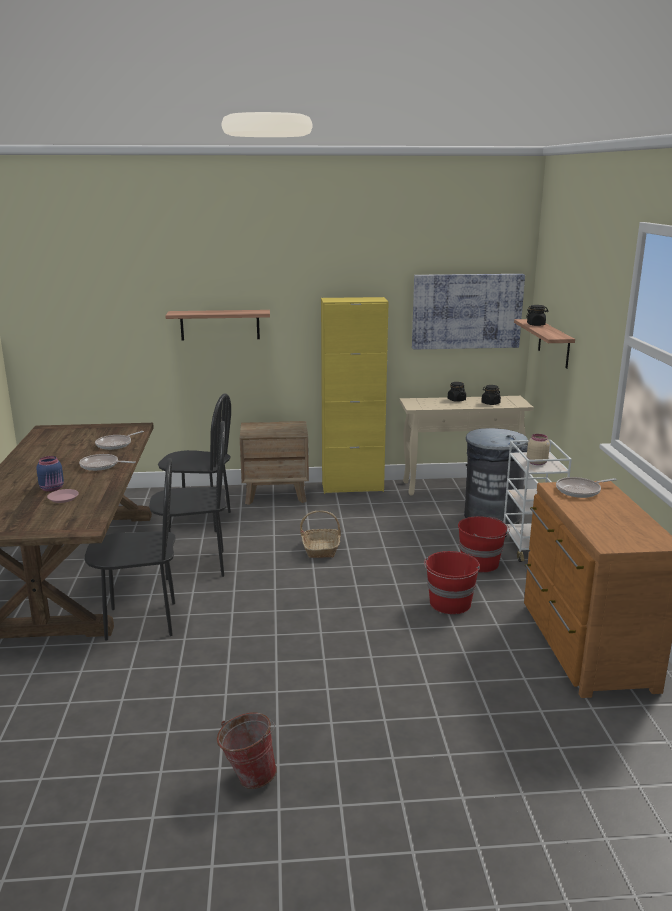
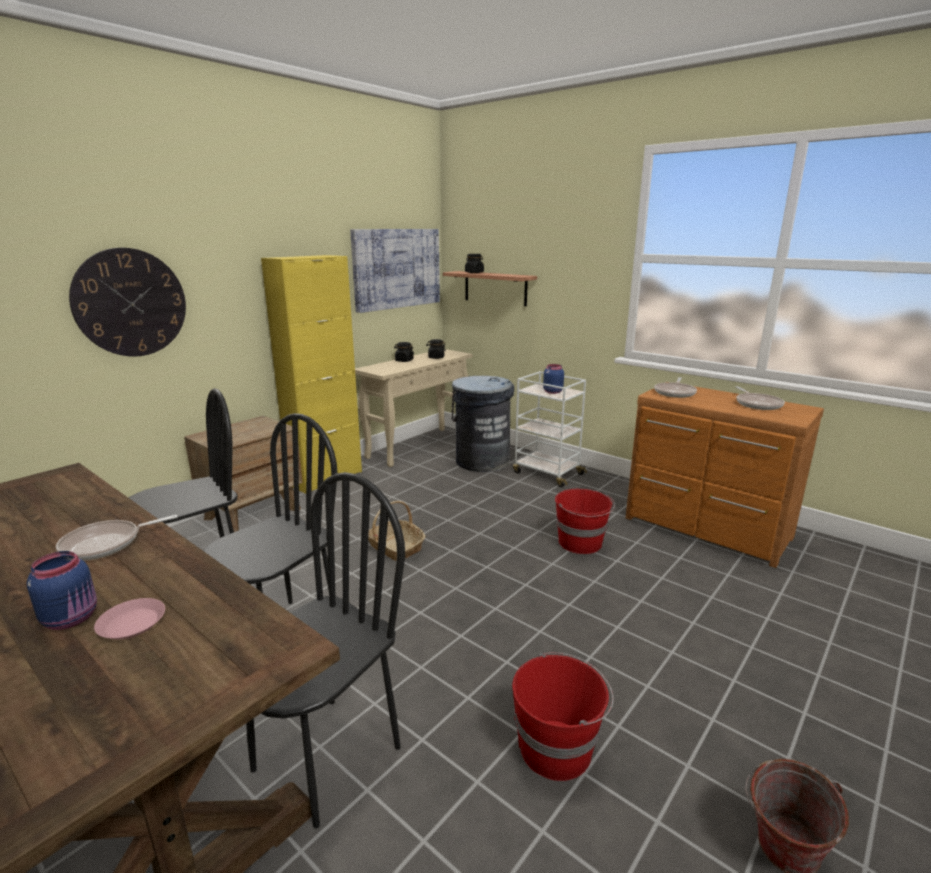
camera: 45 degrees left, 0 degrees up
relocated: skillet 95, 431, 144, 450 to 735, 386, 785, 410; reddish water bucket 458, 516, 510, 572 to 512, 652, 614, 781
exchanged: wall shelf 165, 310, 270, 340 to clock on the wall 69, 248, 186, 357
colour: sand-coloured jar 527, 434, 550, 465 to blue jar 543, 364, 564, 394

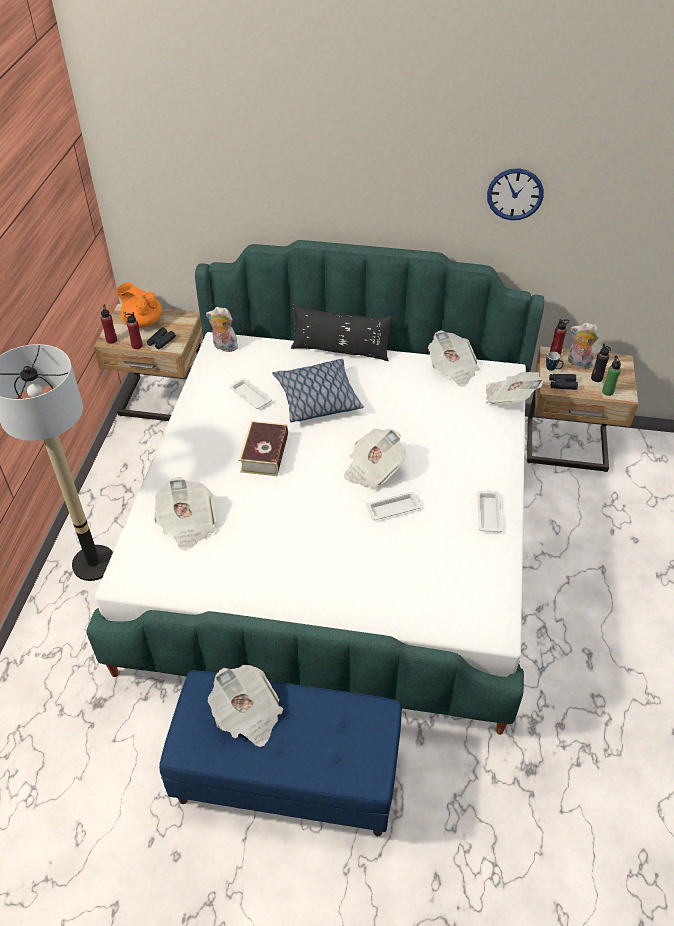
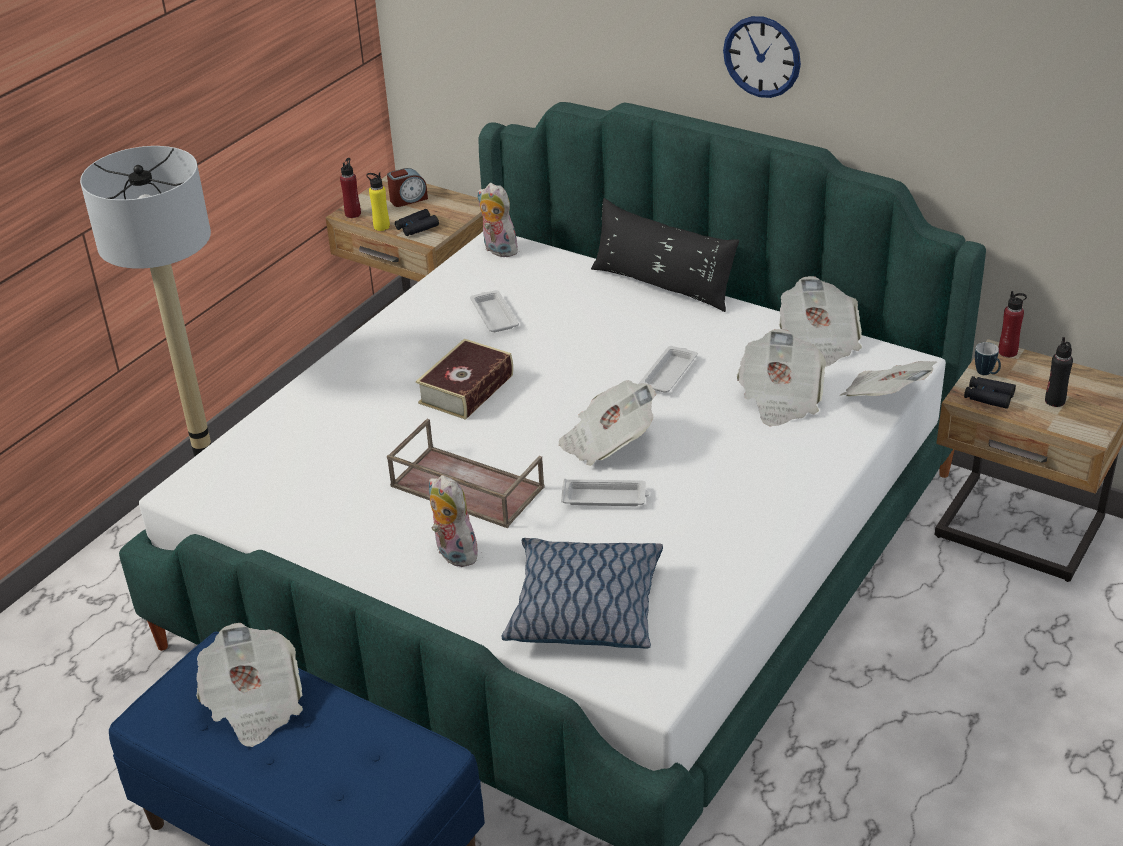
camera: 25 degrees right, 10 degrees down
missing: green-coloured bottle 602, 356, 621, 396
appeared: brown serving tray 387, 419, 545, 528
relocated: newspaper 154, 477, 216, 551 to 737, 329, 826, 426; cushion 272, 359, 364, 423 to 501, 538, 663, 648; white serving tray 477, 490, 502, 532 to 639, 346, 698, 393; clock on the wall 487, 168, 544, 220 to 723, 16, 801, 98; plush toy 568, 322, 599, 370 to 429, 475, 480, 567
exchanged: orange-coloured pot for tea 116, 282, 162, 328 to bedside clock 387, 168, 428, 207
colour: reddish bottle 125, 312, 143, 349 to yellowish bottle 366, 172, 390, 231

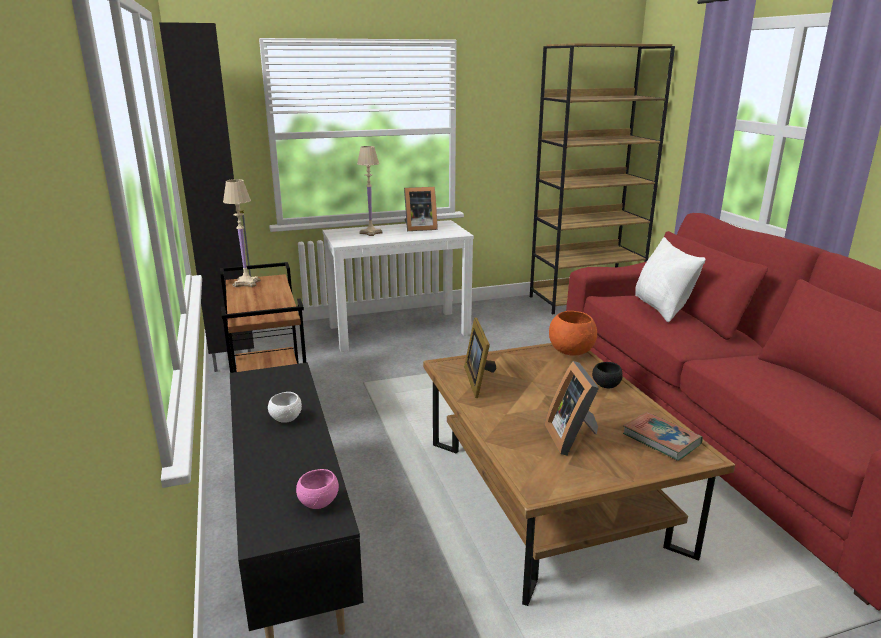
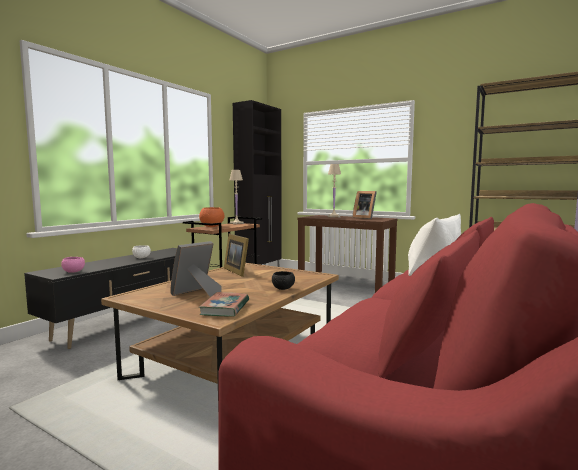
camera: 50 degrees right, 15 degrees down
relocated: orange-coloured bowl 549, 311, 597, 356 to 199, 207, 224, 227
colour: white narrow table 322, 220, 474, 352 to brown narrow table 298, 215, 398, 293
spun: picture frame 464, 318, 497, 398 = 224, 234, 249, 277 75 degrees counterclockwise

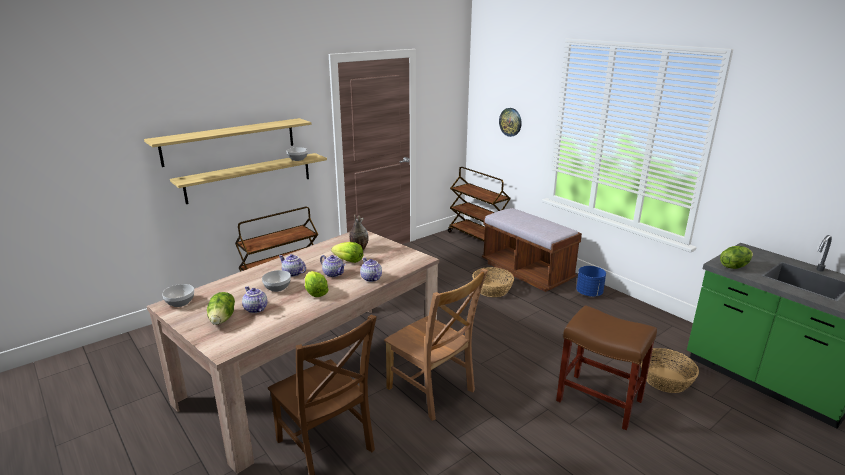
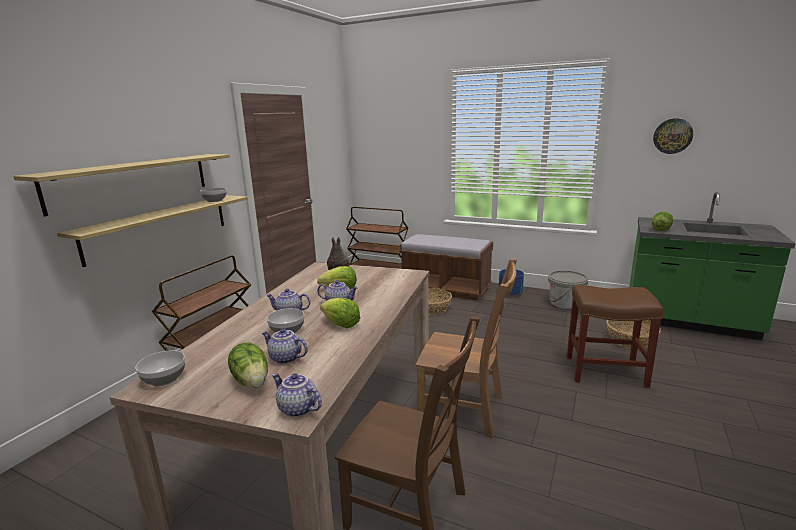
camera: 25 degrees left, 5 degrees down
appeared: greyish water bucket 548, 270, 588, 309
relocated: pot for tea 360, 258, 382, 282 to 272, 373, 322, 417; clock on the wall 499, 108, 521, 137 to 653, 118, 693, 154

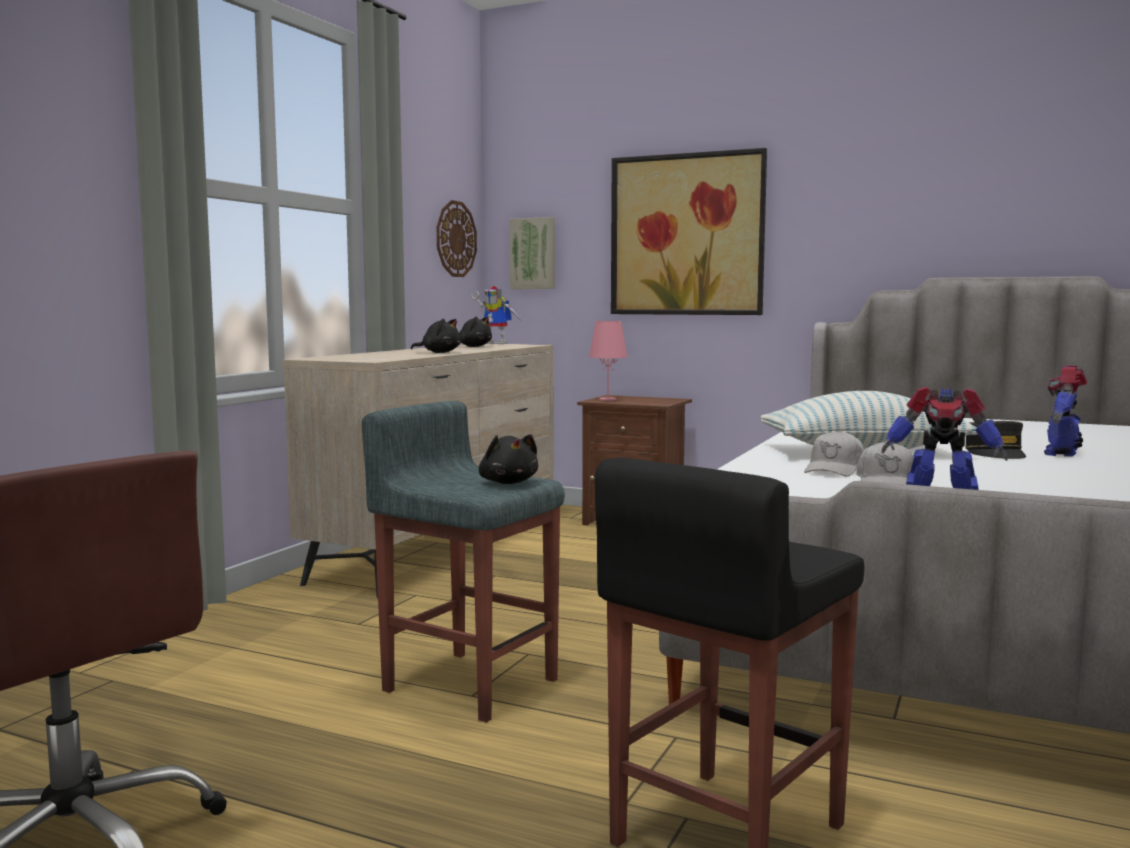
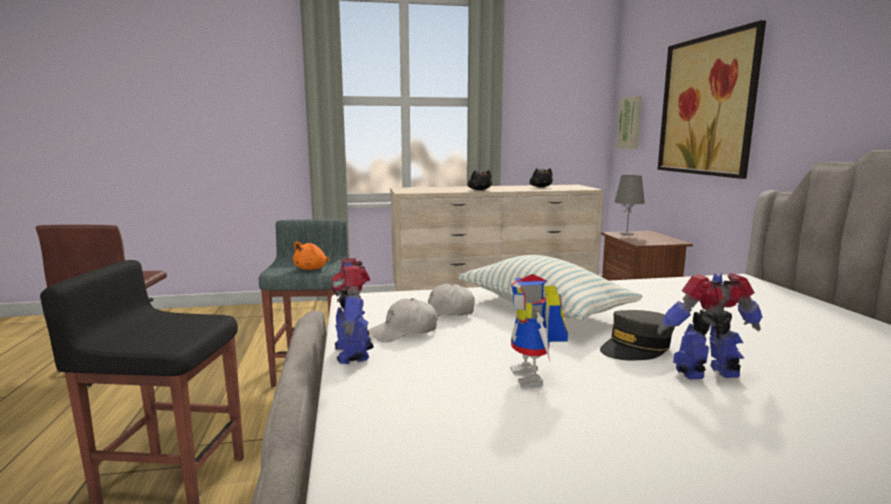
camera: 55 degrees right, 5 degrees up
missing: clock on the wall 437, 200, 477, 277
relocated: toy robot 471, 286, 521, 344 to 510, 274, 568, 388
colour: blackish plush toy 479, 434, 538, 484 to orange-coloured plush toy 293, 241, 330, 270; pink lamp for a table 589, 321, 628, 401 to greyish lamp for a table 614, 175, 645, 235

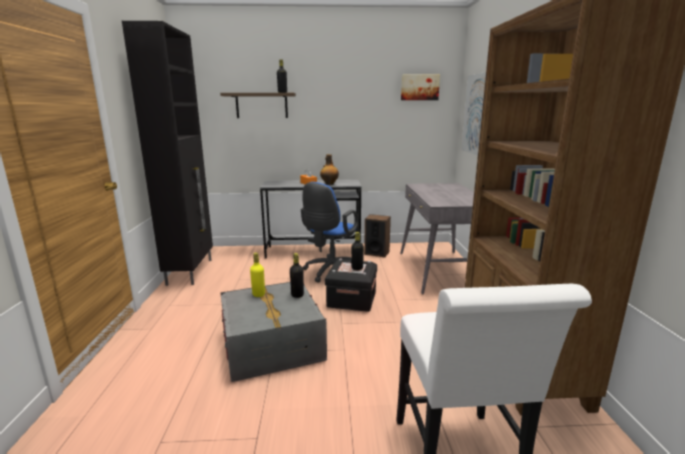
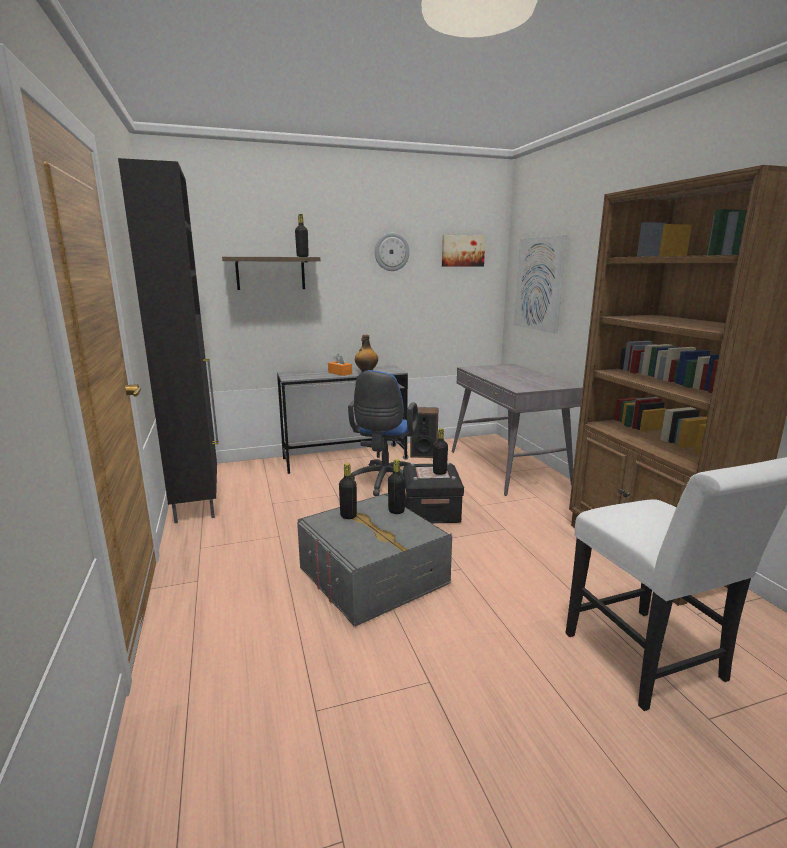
camera: 15 degrees left, 0 degrees up
appeared: clock on the wall 375, 233, 410, 271
colour: yellowish bottle 250, 252, 265, 297 to blackish bottle 339, 463, 357, 519

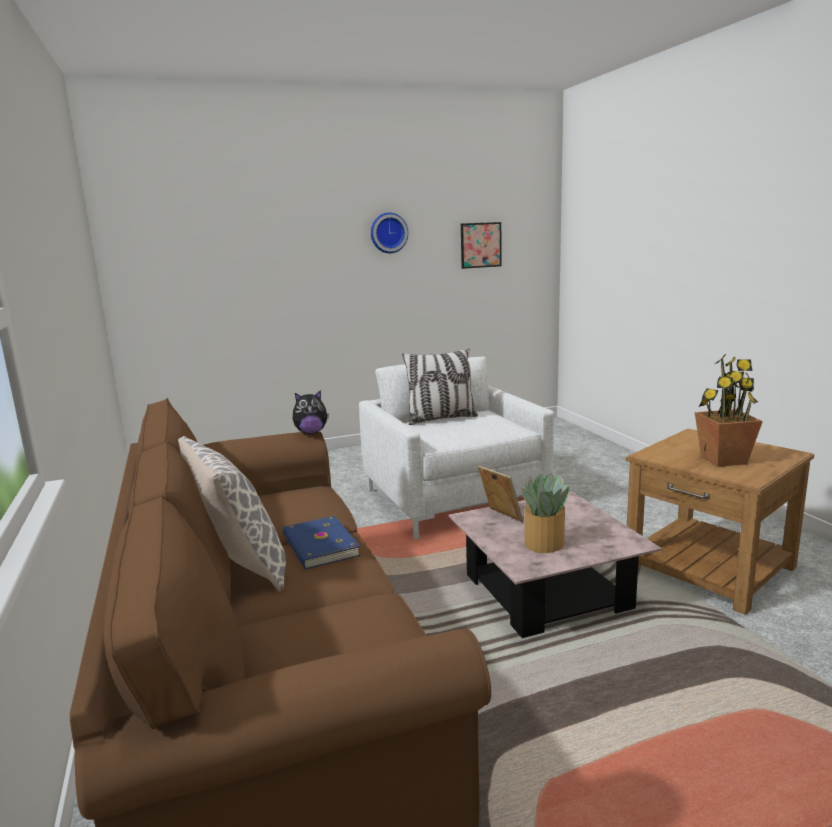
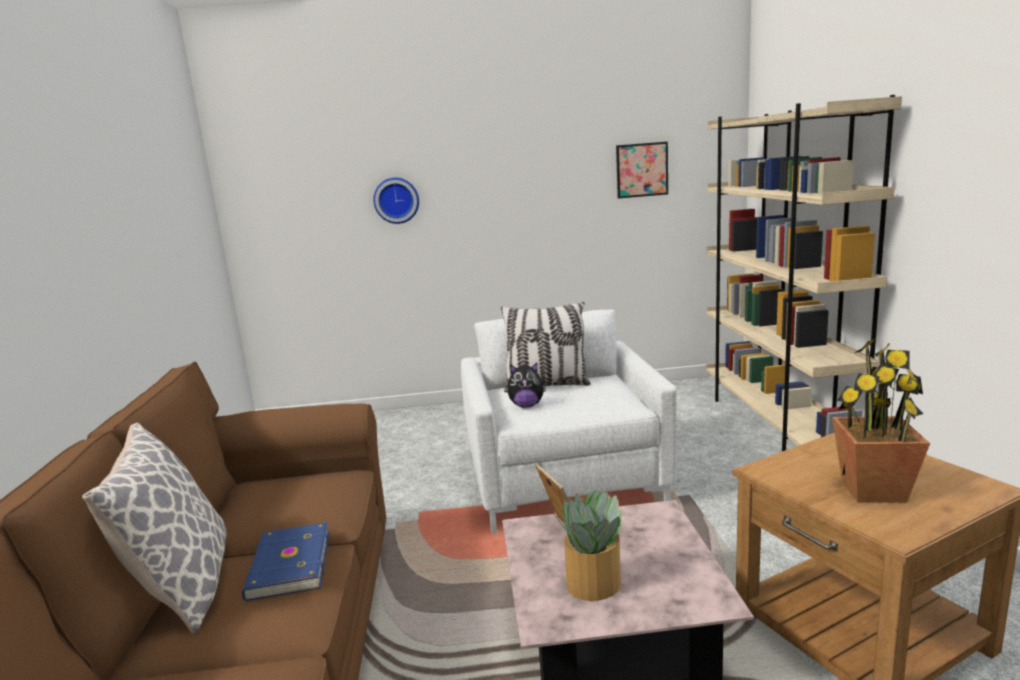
camera: 15 degrees right, 0 degrees up
appeared: sand-coloured bookcase 706, 95, 902, 451
relocated: plush toy 293, 390, 329, 434 to 507, 363, 546, 408; clock on the wall 371, 213, 408, 253 to 373, 178, 419, 224

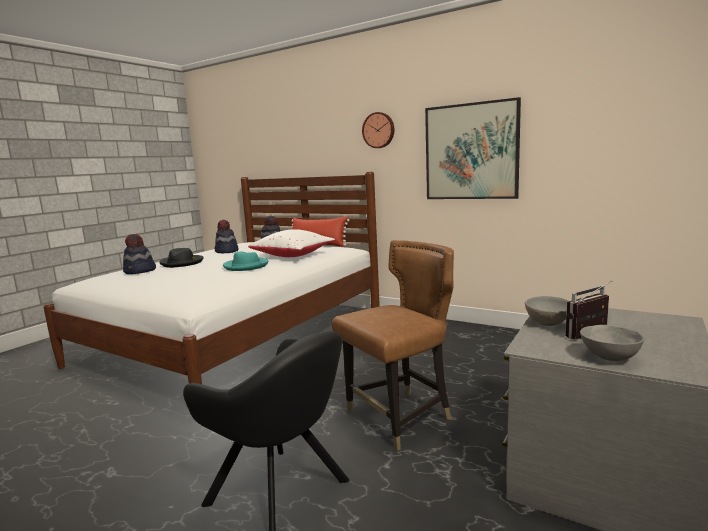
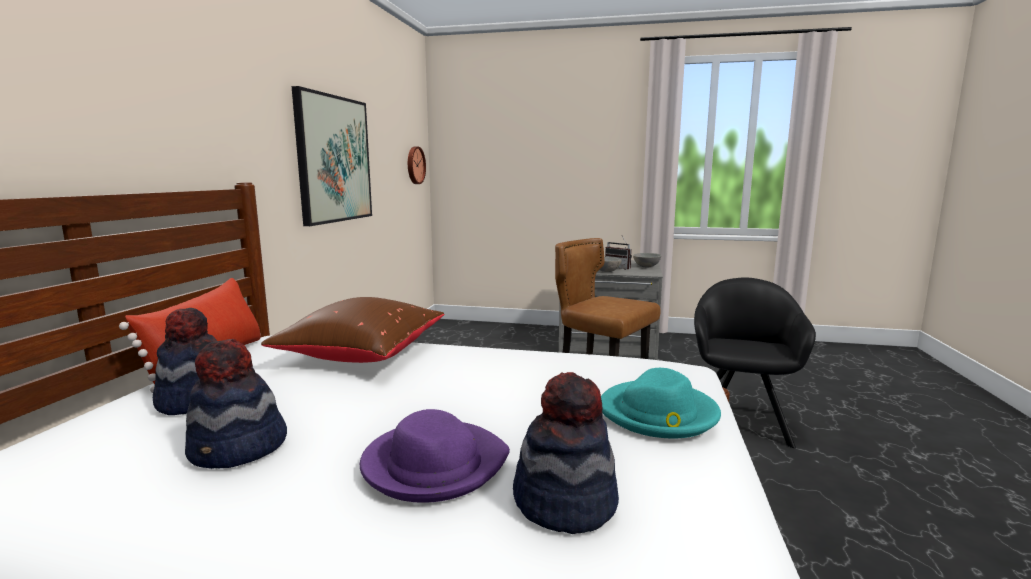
camera: 110 degrees left, 0 degrees up
relocated: blue-green wearable hat 223, 252, 268, 271 to 601, 368, 721, 439; clock on the wall 362, 112, 395, 148 to 408, 147, 426, 184
colour: blackish wearable hat 159, 248, 204, 268 to purple wearable hat 360, 409, 510, 503; white cushion 248, 229, 335, 257 to brown cushion 261, 297, 444, 363

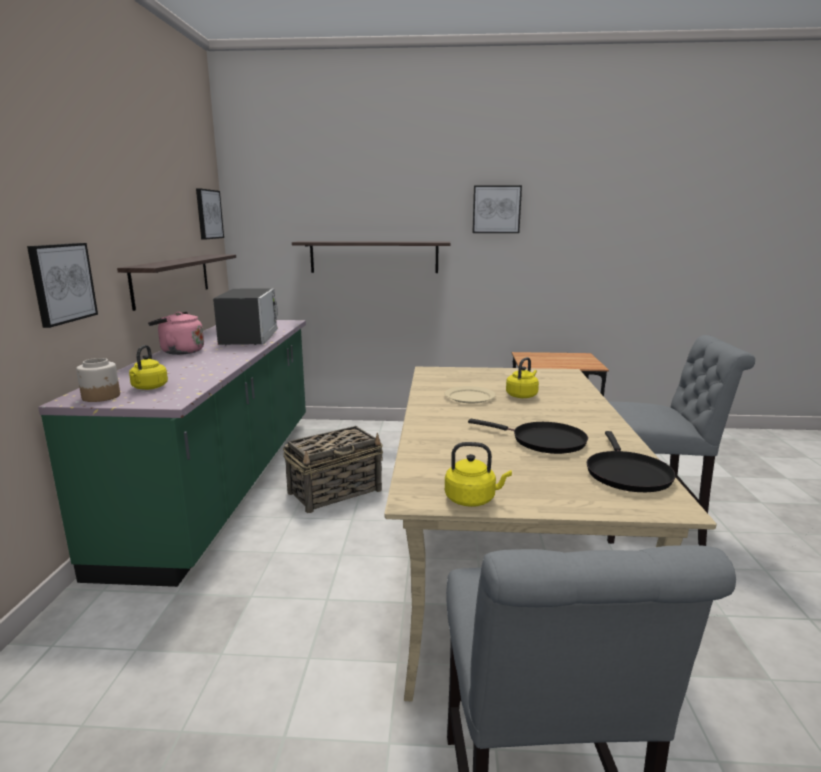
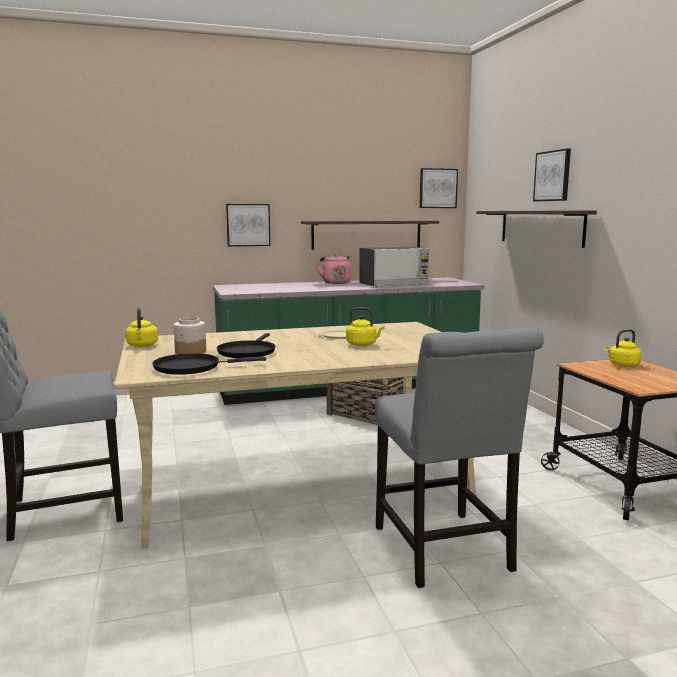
camera: 70 degrees right, 5 degrees down
relocated: jar 76, 358, 120, 402 to 174, 317, 206, 354; yellowish kettle 129, 345, 168, 390 to 605, 329, 642, 367; wall art 472, 185, 522, 233 to 533, 148, 571, 201

